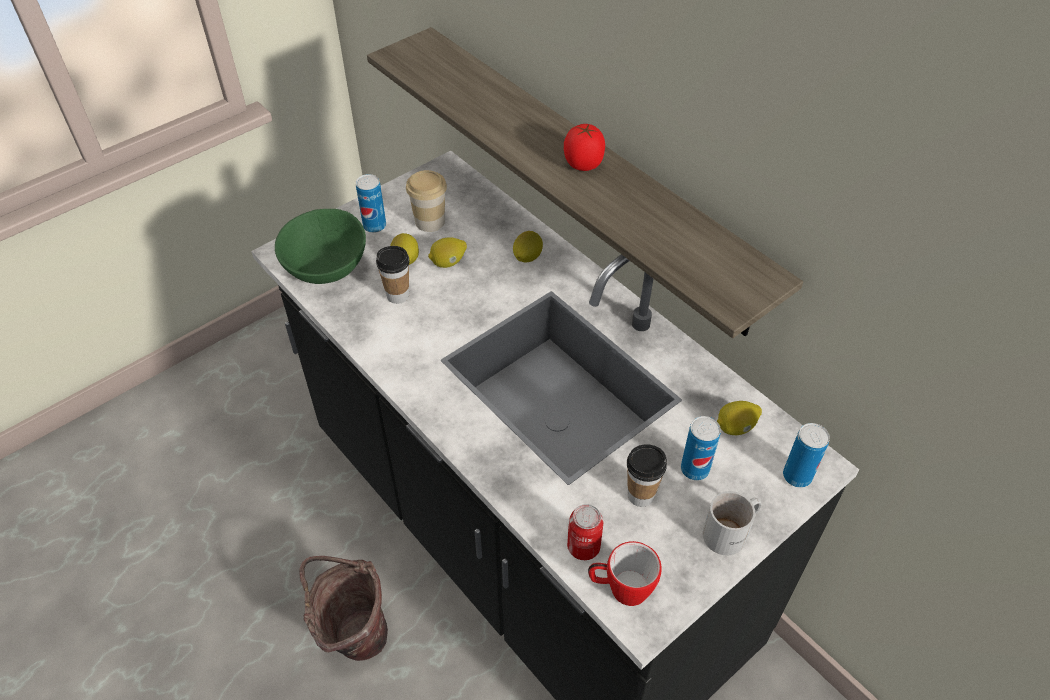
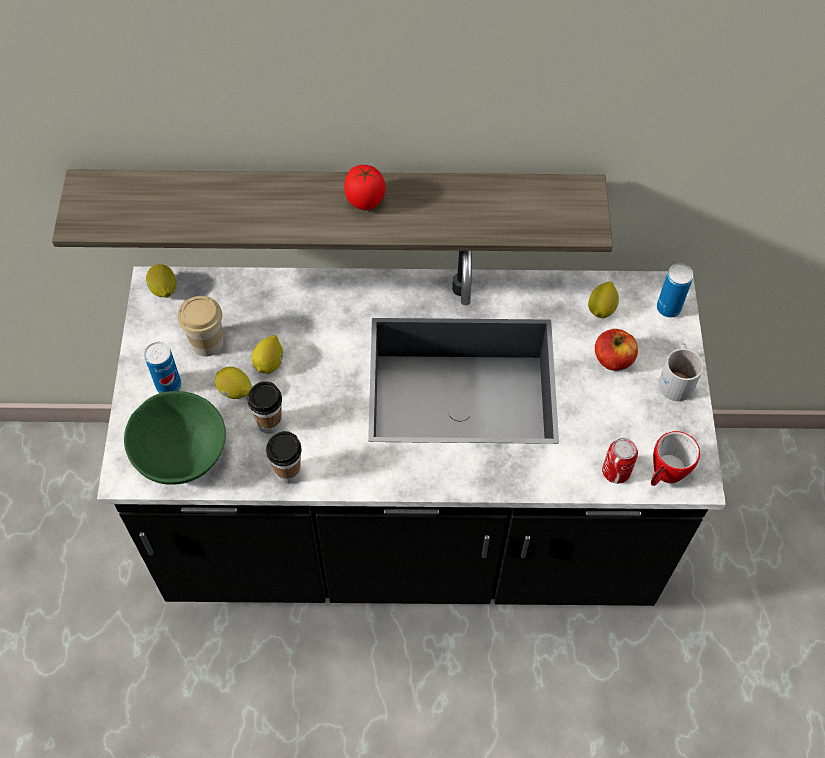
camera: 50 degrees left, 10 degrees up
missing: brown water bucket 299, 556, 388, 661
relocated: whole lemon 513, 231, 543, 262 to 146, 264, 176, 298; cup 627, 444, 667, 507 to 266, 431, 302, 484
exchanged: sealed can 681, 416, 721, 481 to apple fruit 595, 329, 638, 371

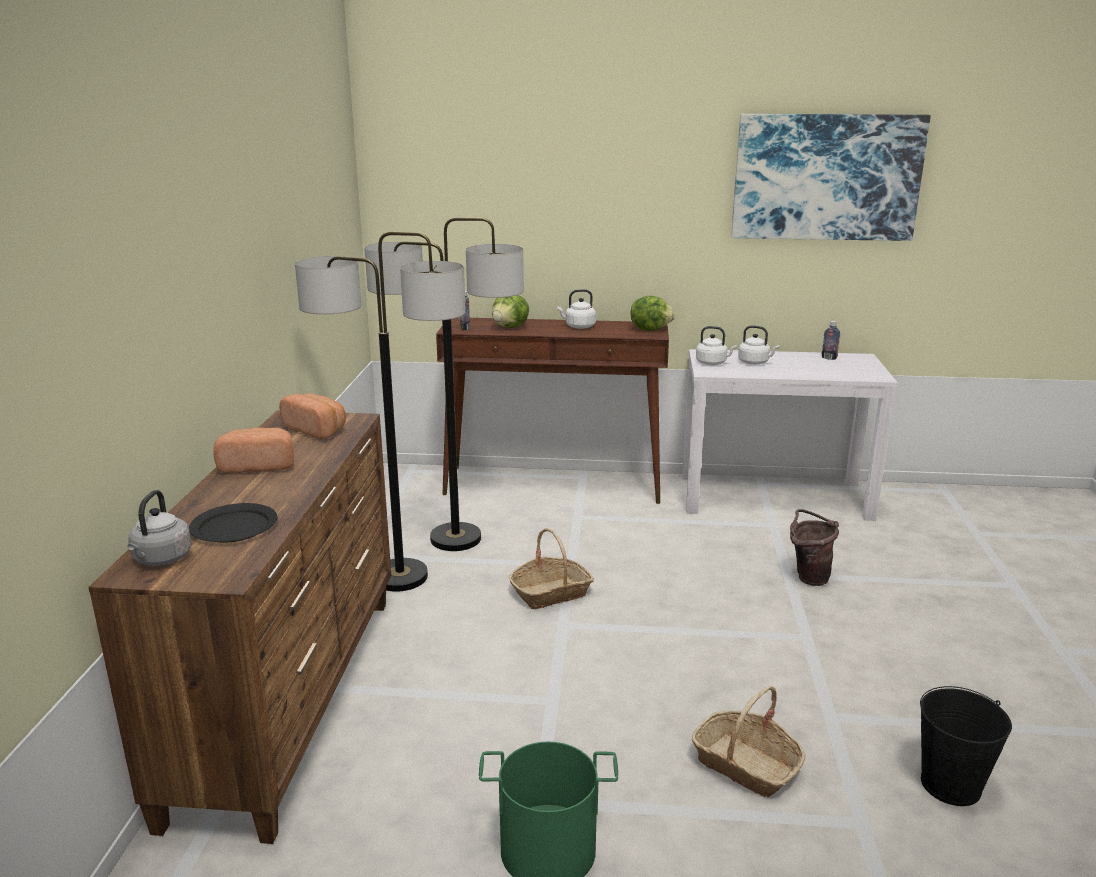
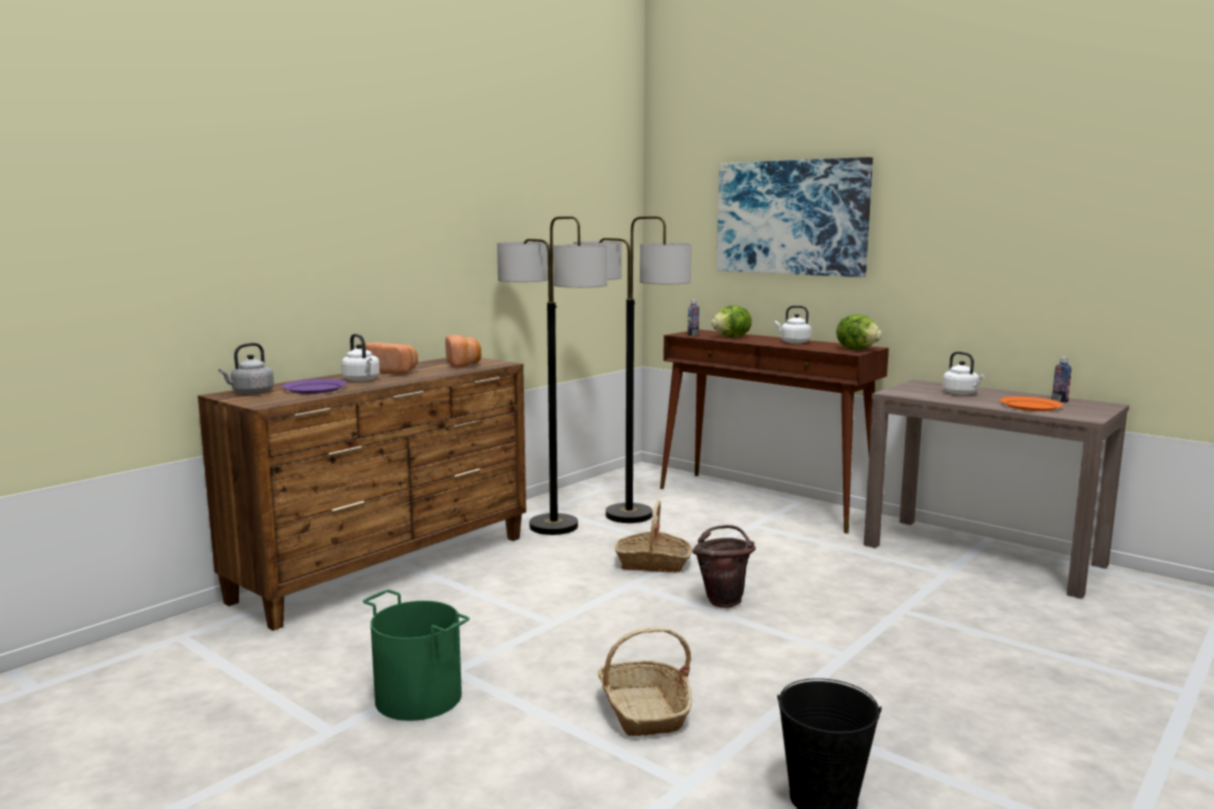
camera: 35 degrees right, 10 degrees down
appeared: orange-coloured dinner plate 1000, 397, 1063, 411
relocated: white kettle 696, 326, 737, 365 to 341, 334, 380, 381; wall art 731, 114, 931, 241 to 717, 157, 873, 277; brown water bucket 790, 509, 839, 586 to 692, 525, 756, 608
colour: blackish dinner plate 189, 503, 277, 543 to purple dinner plate 282, 379, 347, 394; white narrow table 682, 349, 898, 521 to brown narrow table 864, 380, 1129, 599

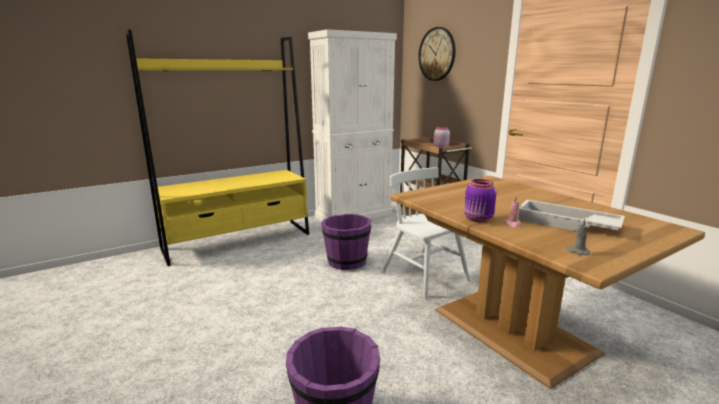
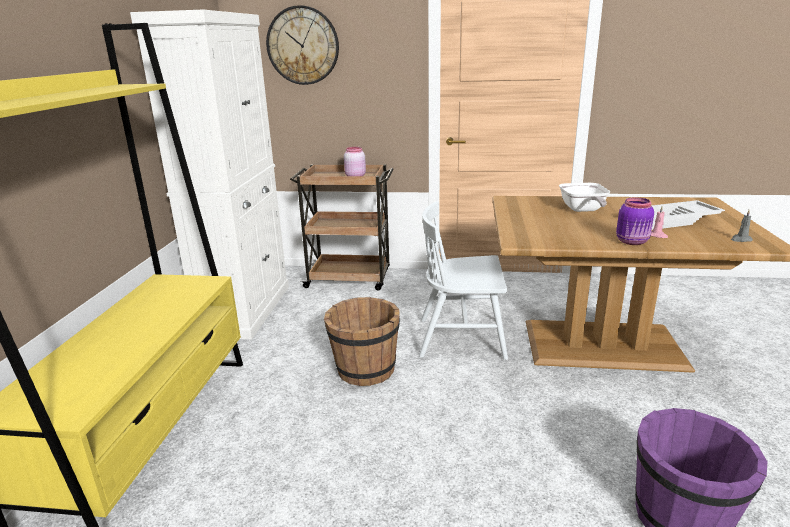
camera: 50 degrees left, 5 degrees up
appeared: skillet 559, 183, 610, 212
colour: purple water bucket 321, 214, 371, 270 to brown water bucket 324, 297, 400, 386

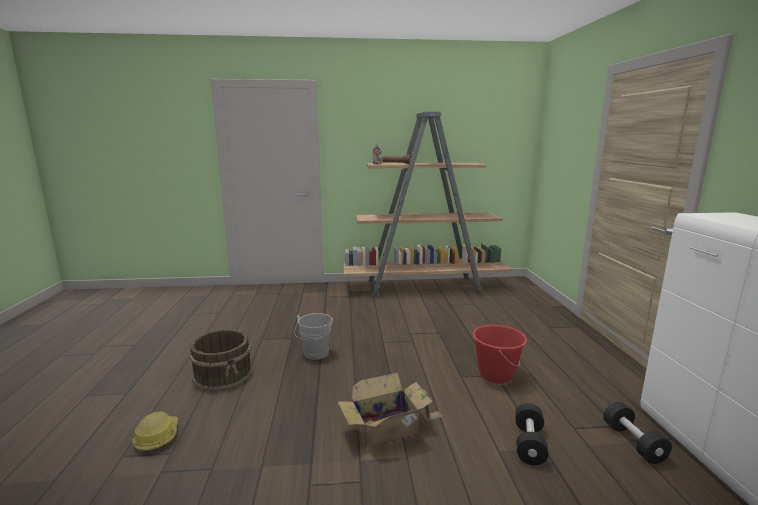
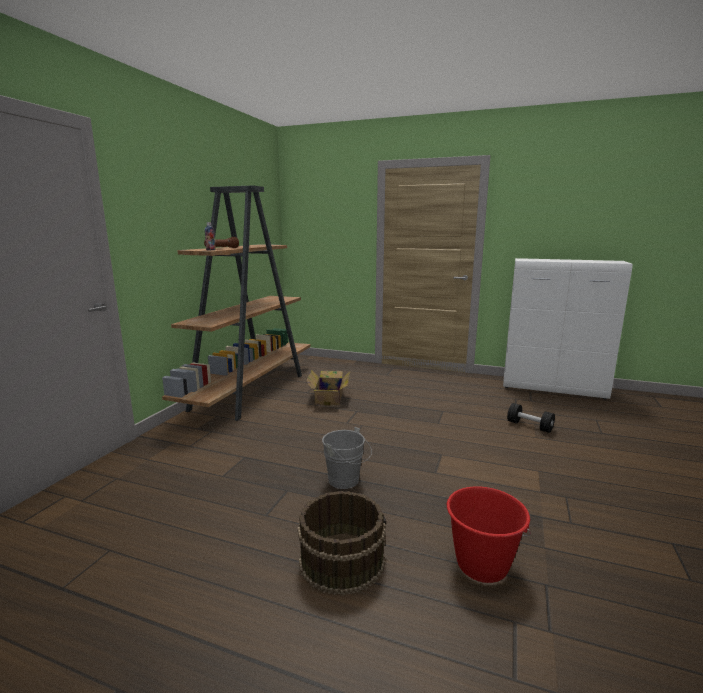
camera: 65 degrees left, 0 degrees up
missing: hard hat 132, 411, 178, 453; blackish free weight 603, 402, 672, 464
relocated: packing box 338, 372, 443, 448 to 307, 370, 351, 406; reddish water bucket 473, 325, 527, 384 to 447, 486, 531, 583

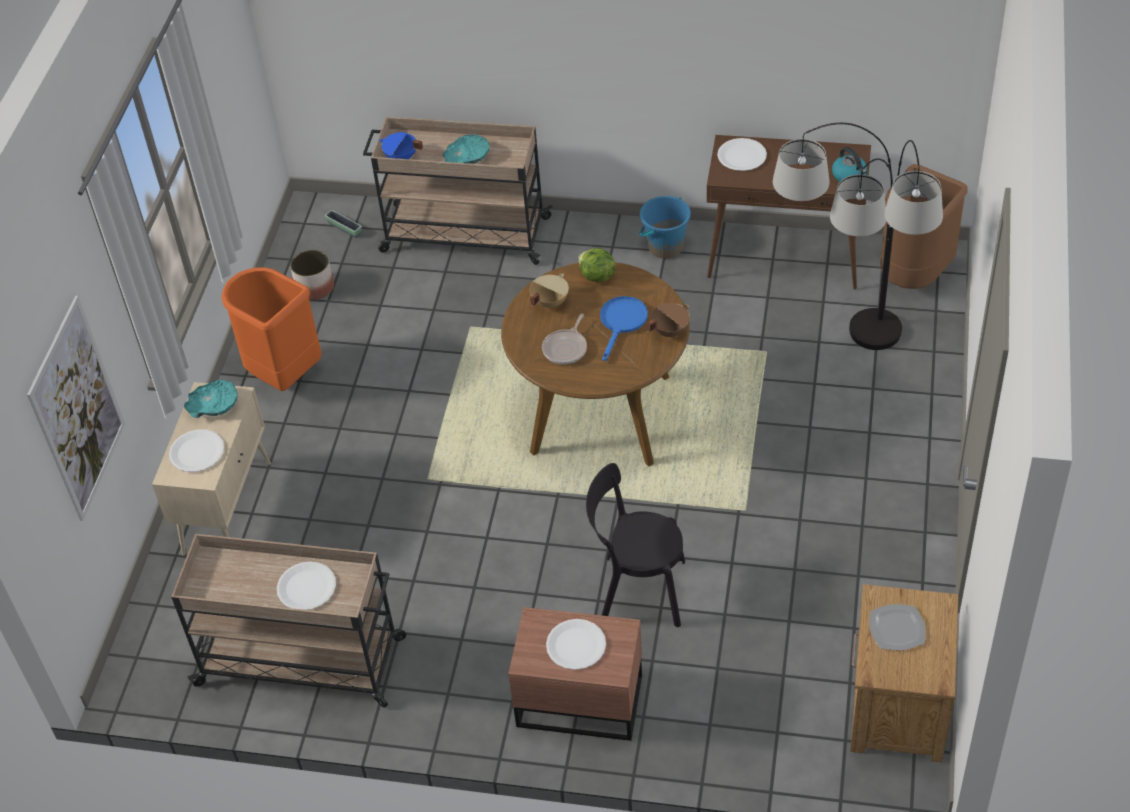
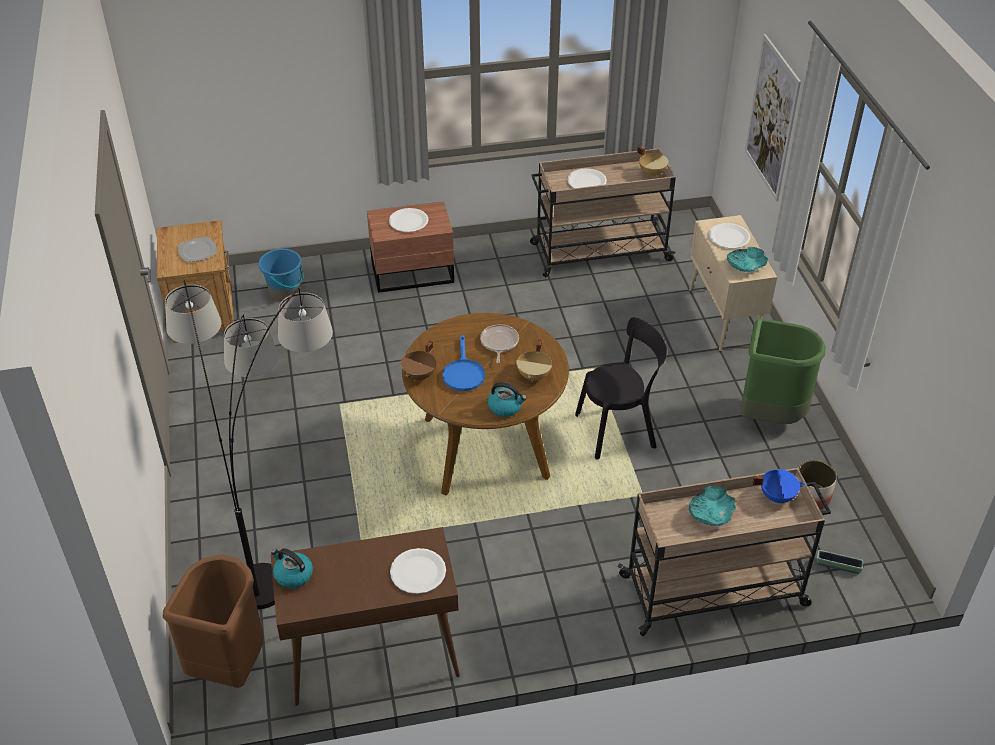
camera: 155 degrees right, 5 degrees down
appeared: sand-coloured cooking pot 637, 146, 668, 176
relocated: blackish upright chair 586, 463, 685, 627 to 575, 317, 667, 459; blue water bucket 639, 196, 691, 259 to 258, 248, 303, 301
exchanged: head of lettuce 578, 248, 616, 282 to kettle 488, 382, 527, 417
colour: orange-coloured waste bin 221, 267, 322, 391 to green-coloured waste bin 740, 318, 826, 424

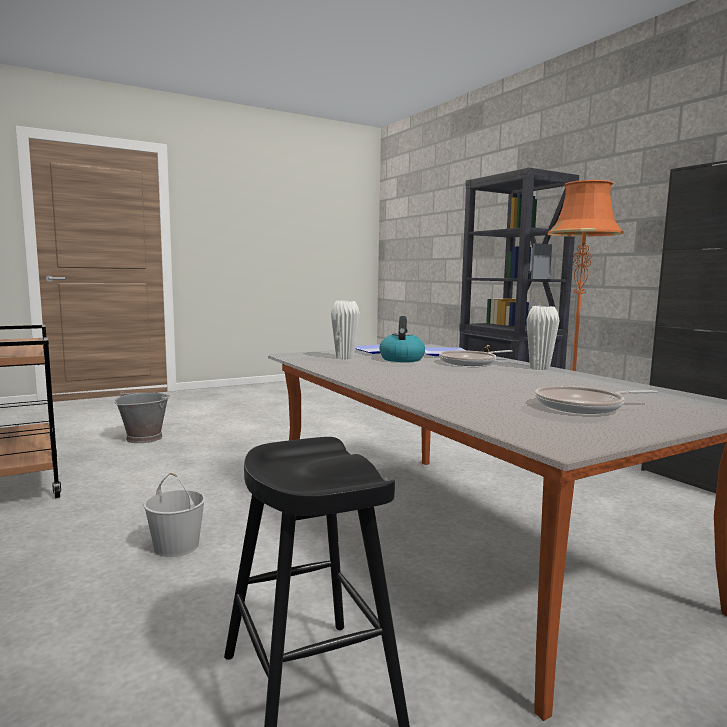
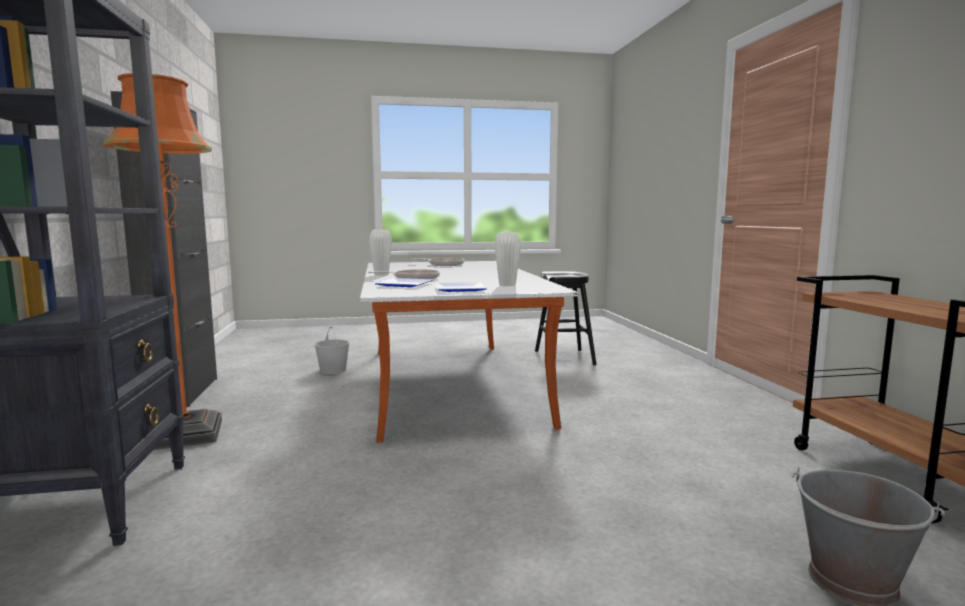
camera: 160 degrees left, 0 degrees up
missing: kettle 379, 316, 425, 362
relocated: white water bucket 144, 473, 205, 557 to 314, 327, 350, 374

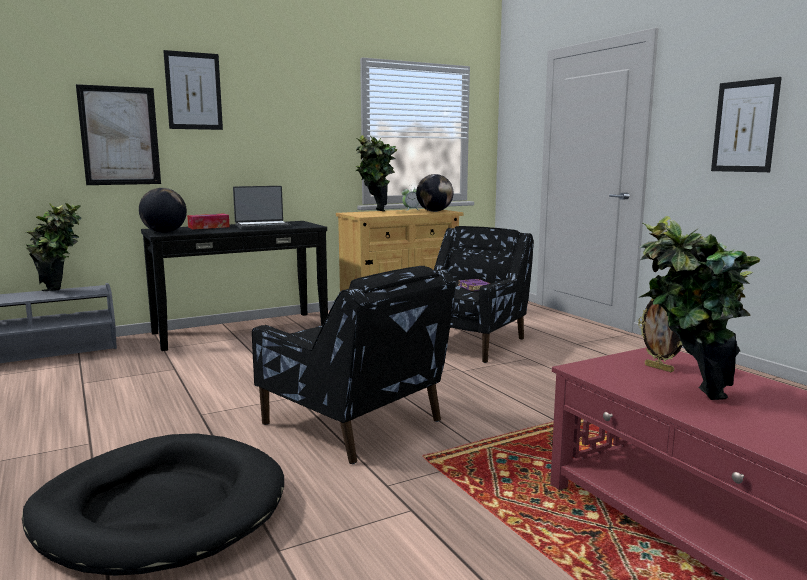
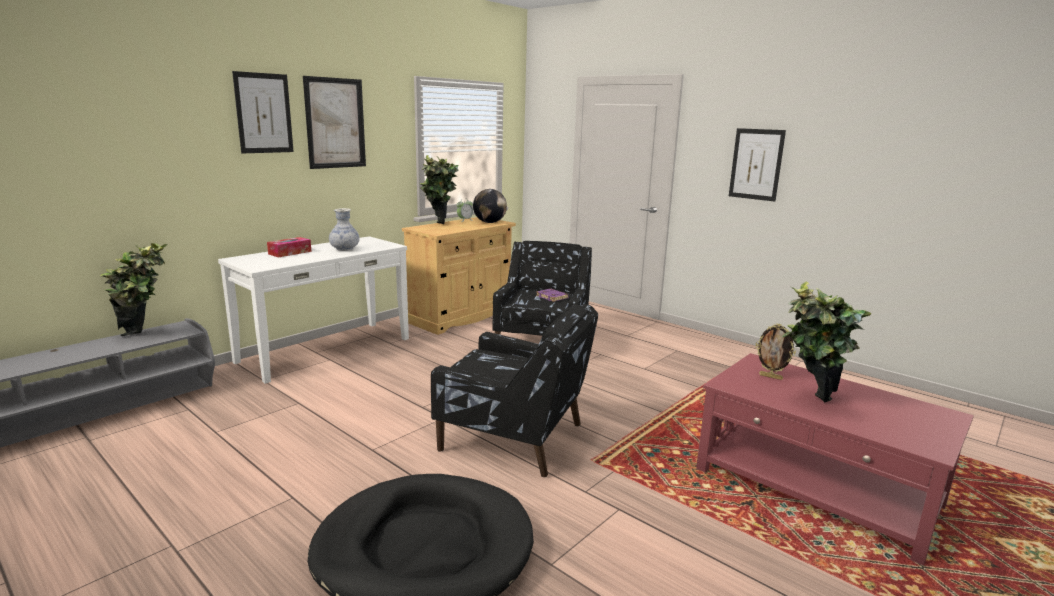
camera: 20 degrees left, 5 degrees up
missing: desk globe 139, 188, 187, 233
relocated: wall art 76, 84, 161, 185 to 303, 76, 366, 169
exchanged: notebook computer 233, 186, 292, 230 to decorative vase 329, 208, 360, 251
colour: blackish narrow table 141, 221, 328, 351 to white narrow table 218, 236, 409, 384

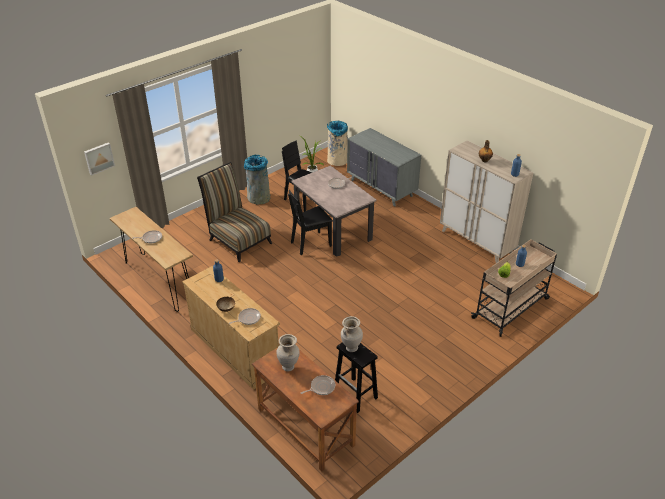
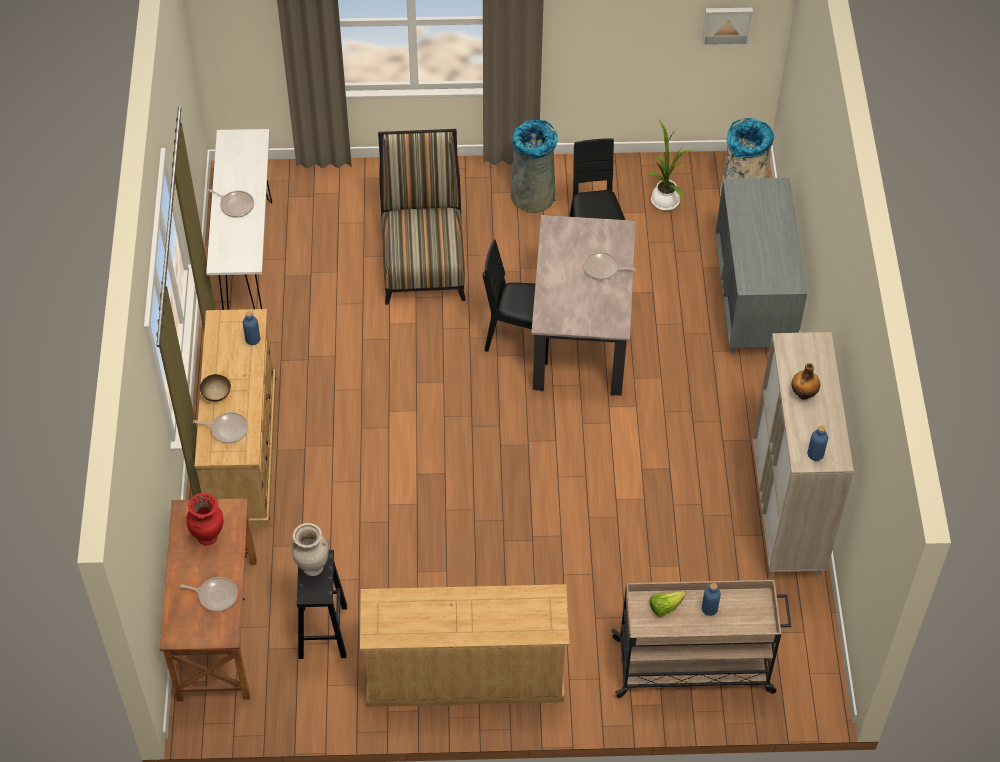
camera: 40 degrees right, 15 degrees up
appeared: sand-coloured drawer chest 360, 584, 570, 707
relocated: wall art 84, 142, 115, 176 to 702, 8, 753, 46
colour: brown narrow table 110, 207, 193, 312 to white narrow table 206, 129, 272, 310; sand-coloured decorative vase 276, 334, 300, 371 to reddish decorative vase 186, 493, 223, 545

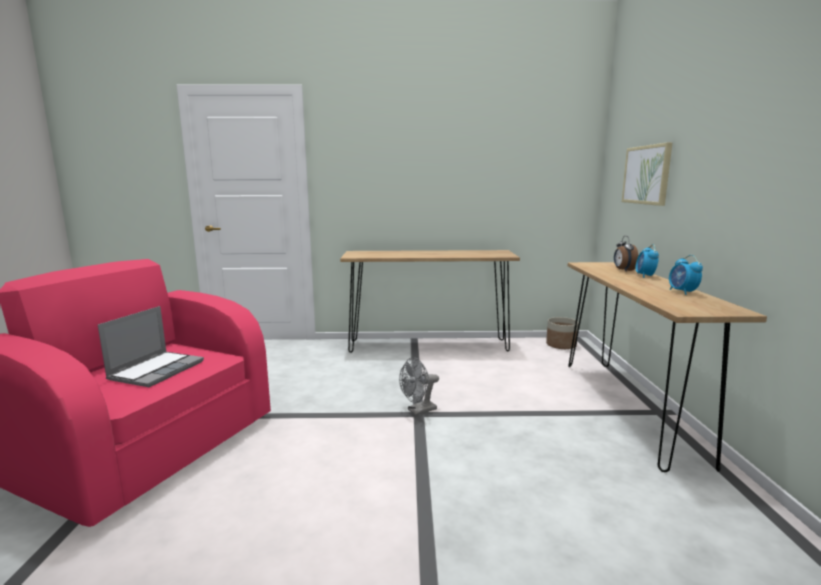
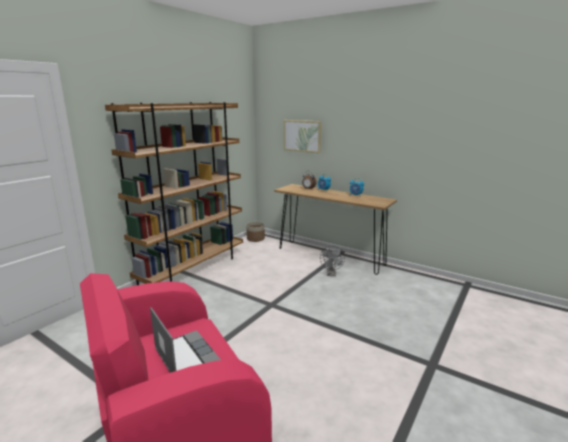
camera: 55 degrees left, 5 degrees up
relocated: greyish electric fan 399, 357, 439, 416 to 320, 246, 345, 276
exchanged: brown narrow table 340, 250, 520, 353 to brown bookcase 105, 102, 243, 285

